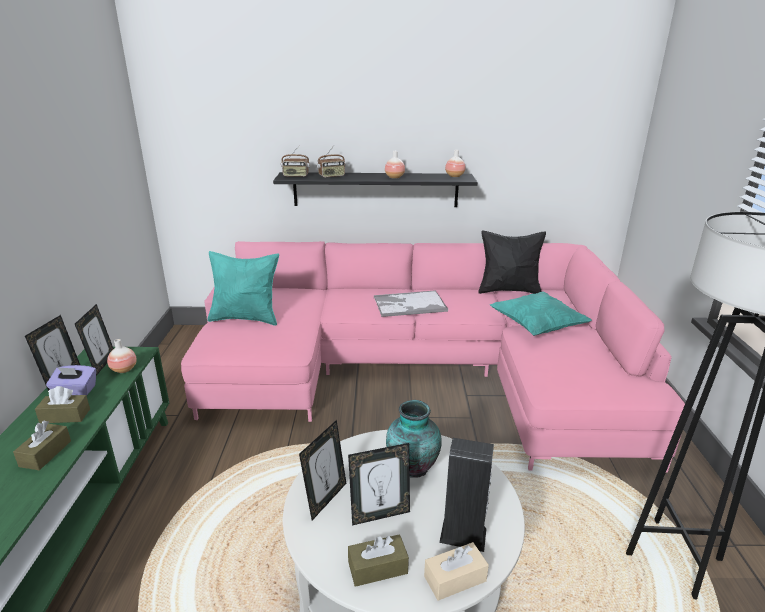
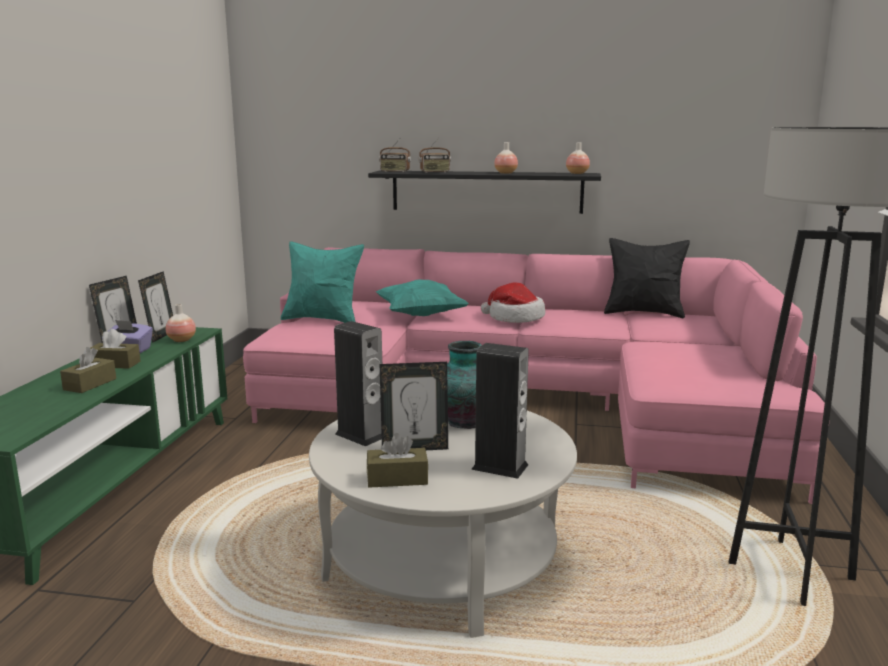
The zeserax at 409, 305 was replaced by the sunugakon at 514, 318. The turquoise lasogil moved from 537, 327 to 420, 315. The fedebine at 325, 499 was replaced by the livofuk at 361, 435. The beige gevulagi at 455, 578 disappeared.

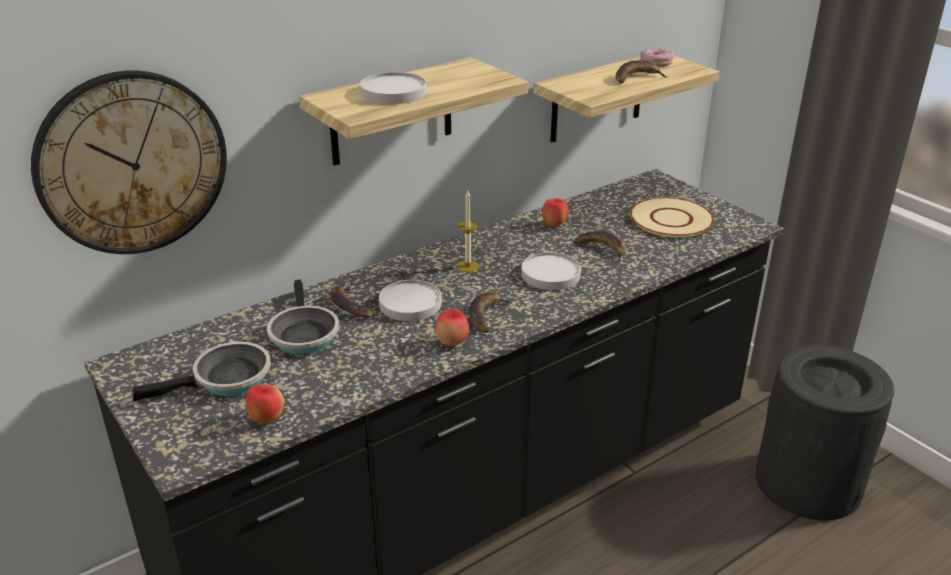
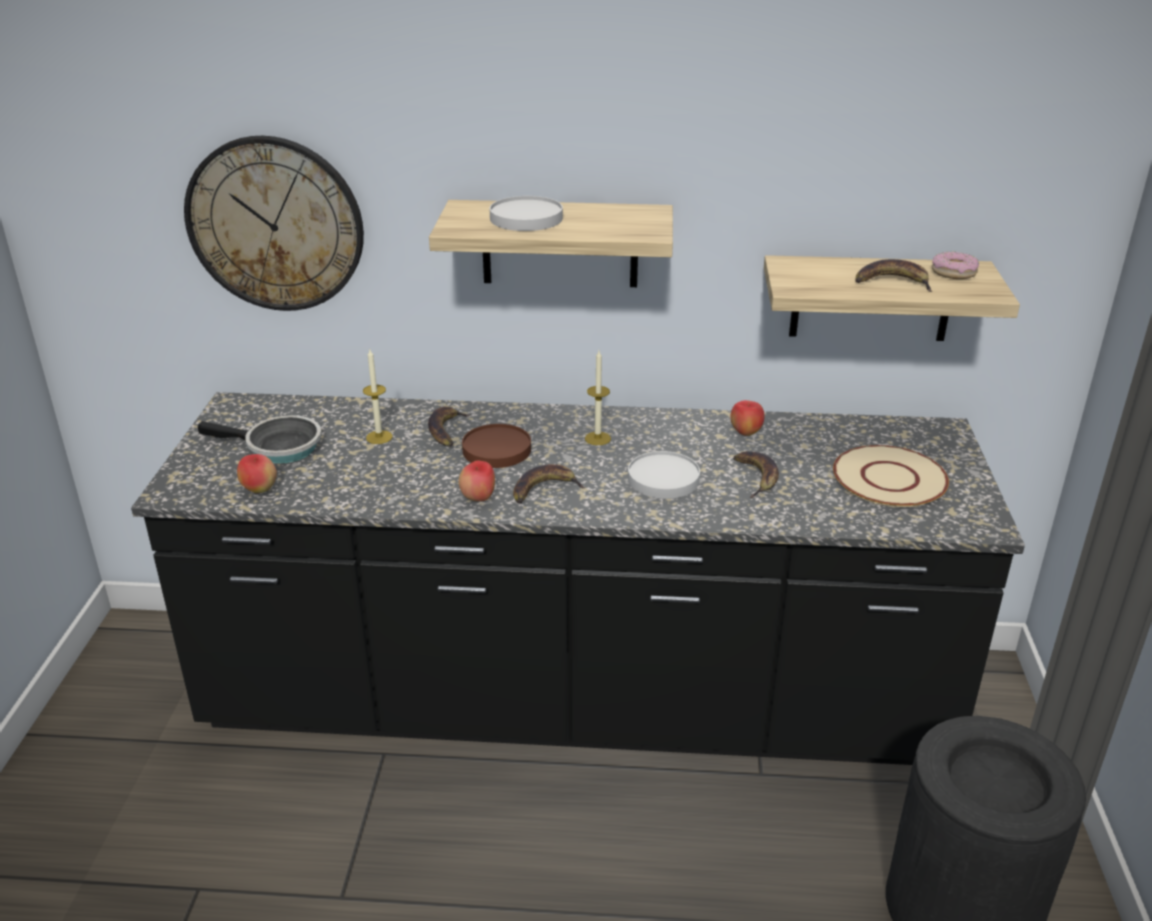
The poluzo at 303, 334 was replaced by the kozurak at 379, 437. The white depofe at 410, 304 became the brown depofe at 496, 450.

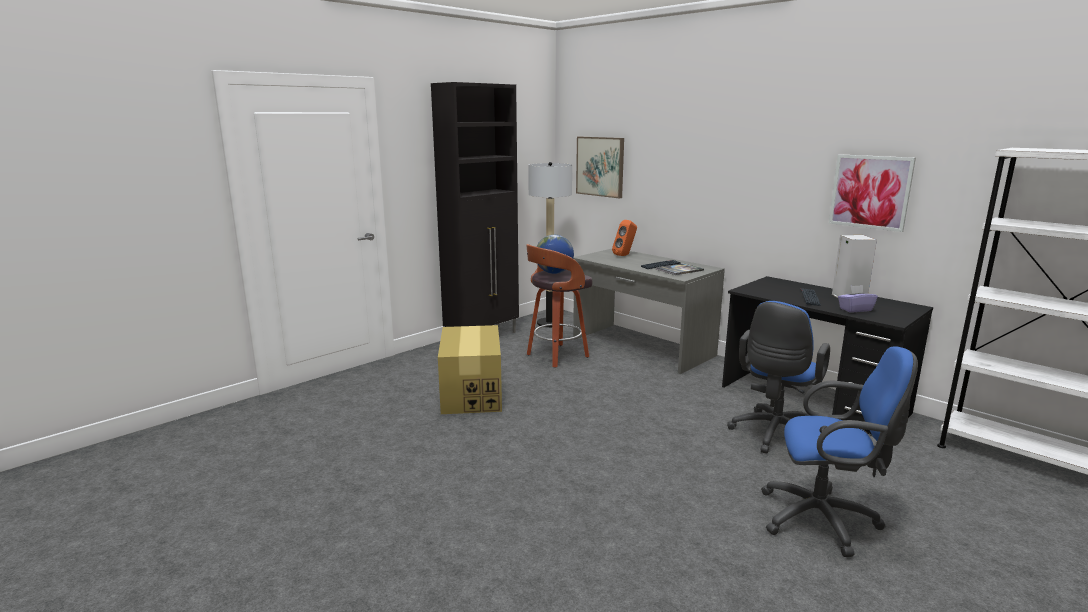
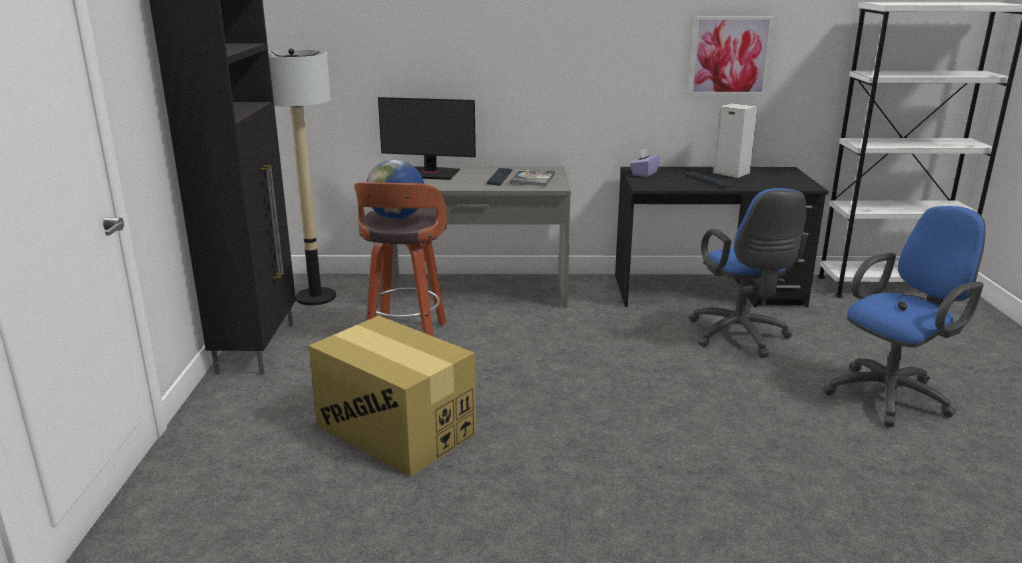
The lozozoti at 600, 166 disappeared. The orange livofuk at 625, 255 was replaced by the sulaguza at 429, 173. The purple gevulagi moved from 855, 309 to 644, 173.

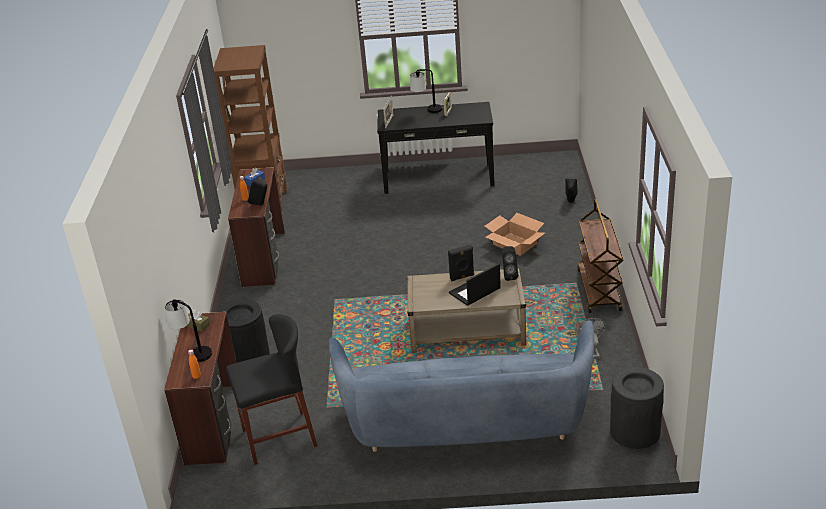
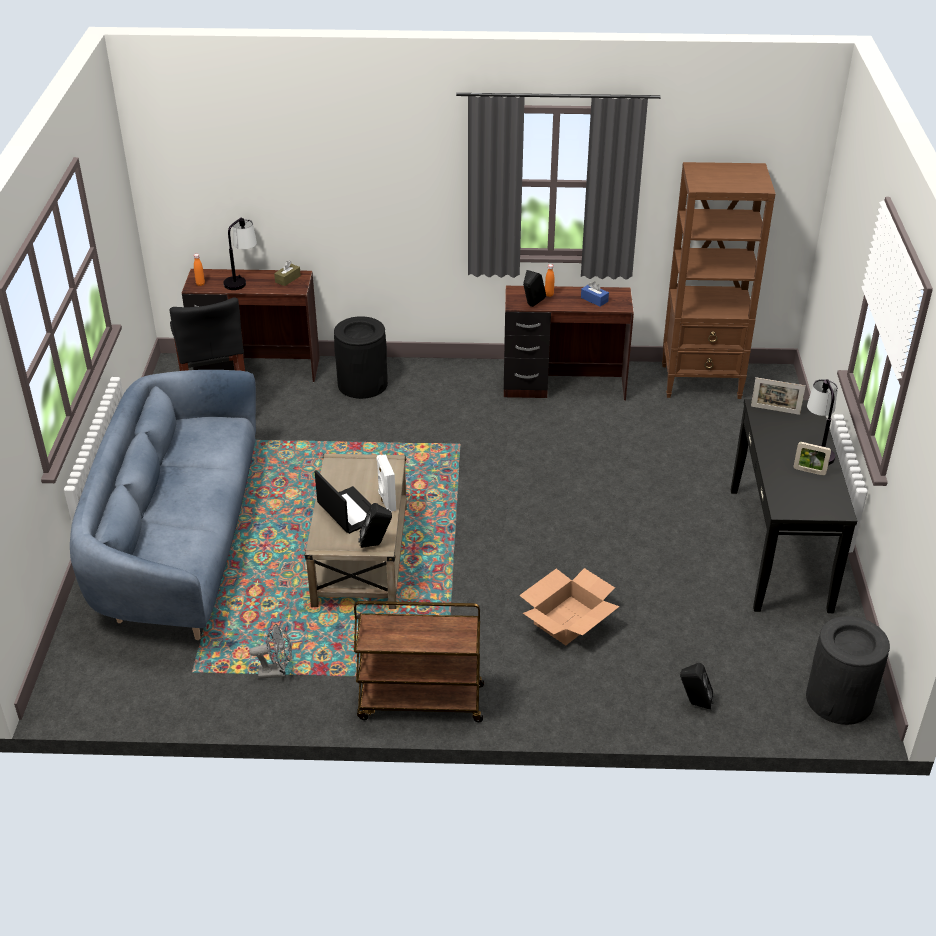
The black livofuk at 462, 277 became the white livofuk at 386, 501. The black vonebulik moved from 635, 431 to 839, 699.

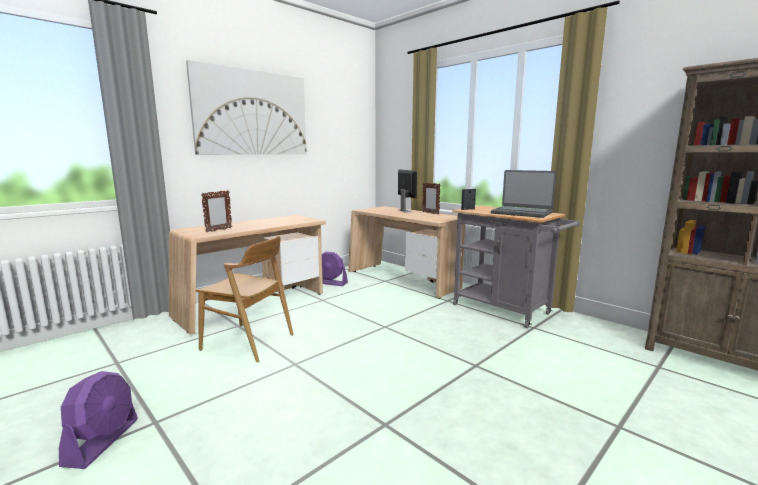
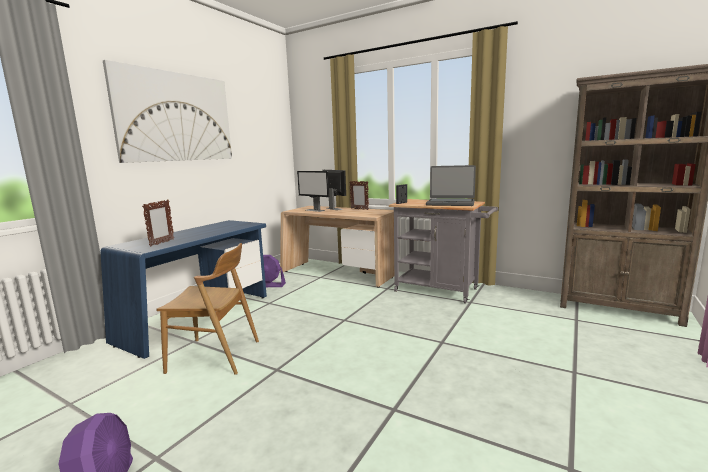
The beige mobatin at 254, 306 became the blue mobatin at 199, 318. The sulaguza at 315, 210 appeared.

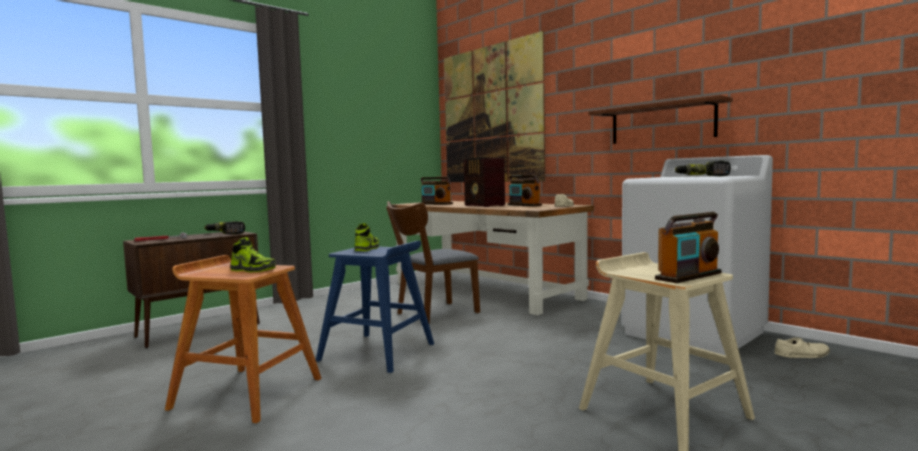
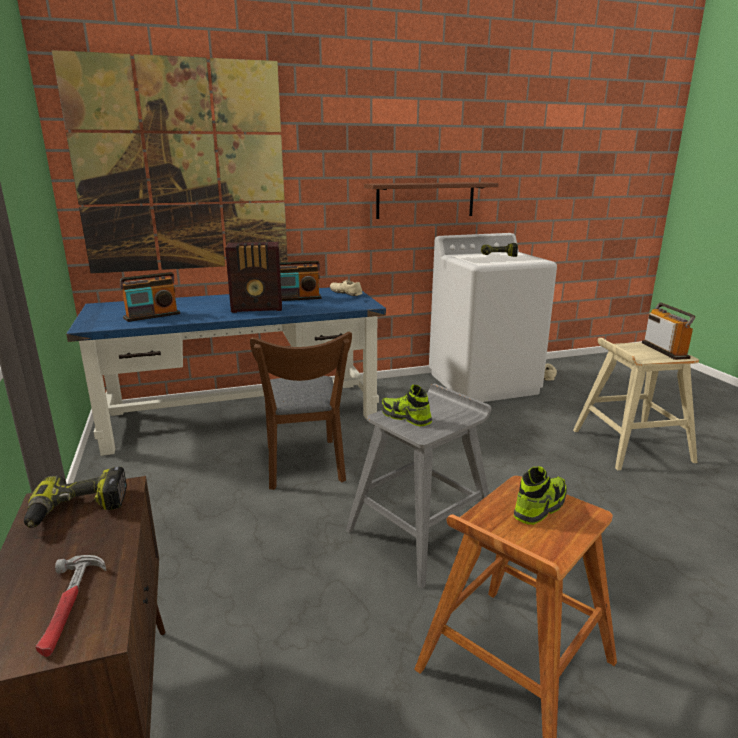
The brown mobatin at 485, 290 became the blue mobatin at 244, 414. The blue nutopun at 378, 352 became the grey nutopun at 422, 533.

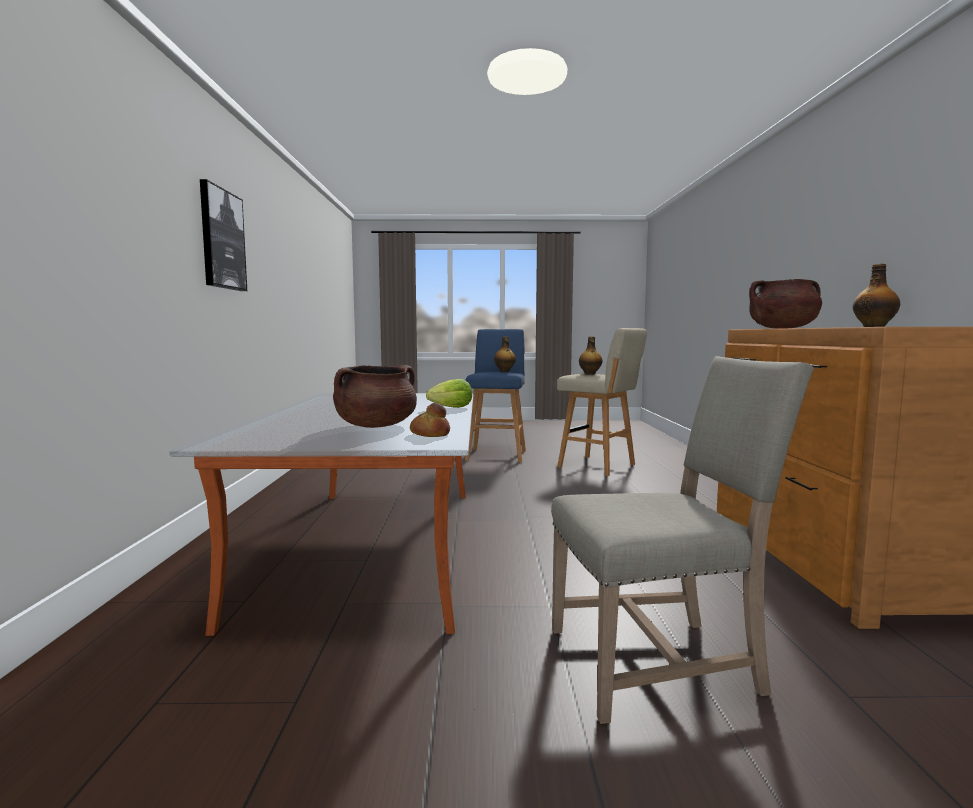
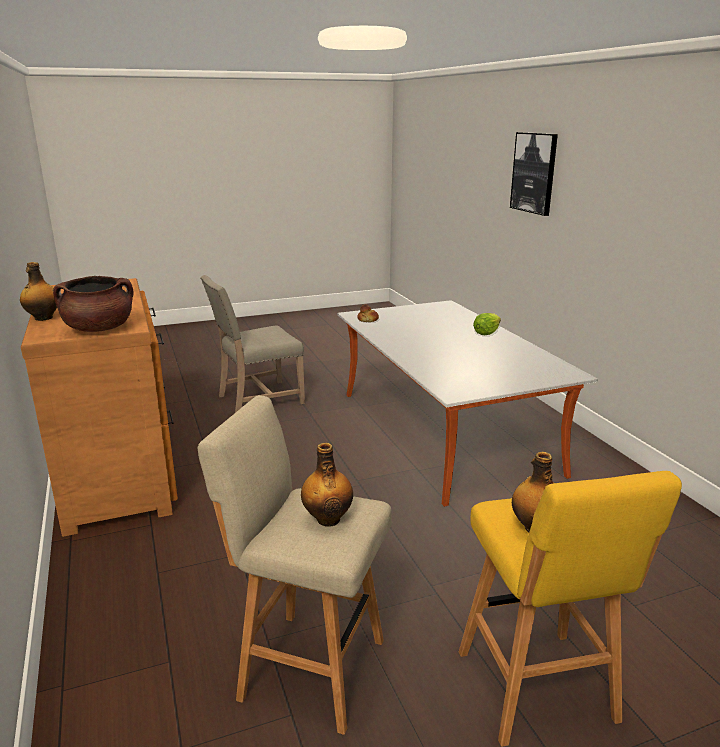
The lozozoti moved from 222, 239 to 534, 173. The blue nutopun at 497, 455 became the yellow nutopun at 538, 690. The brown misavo at 376, 426 disappeared. The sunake moved from 452, 408 to 486, 333.

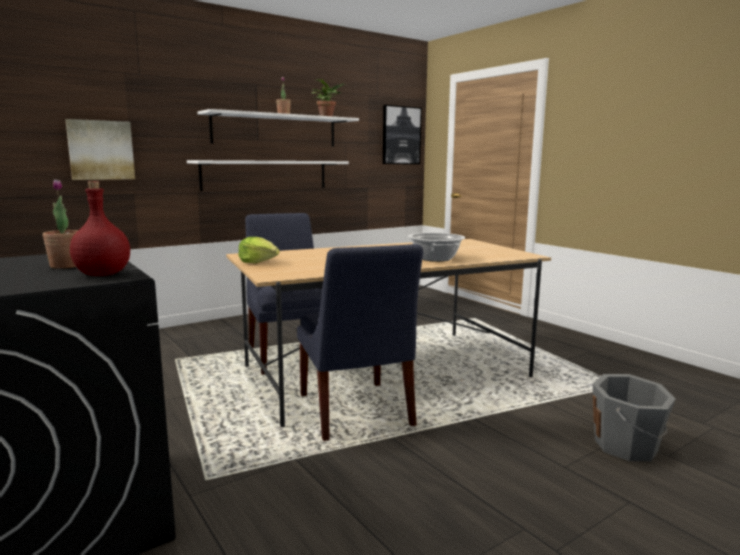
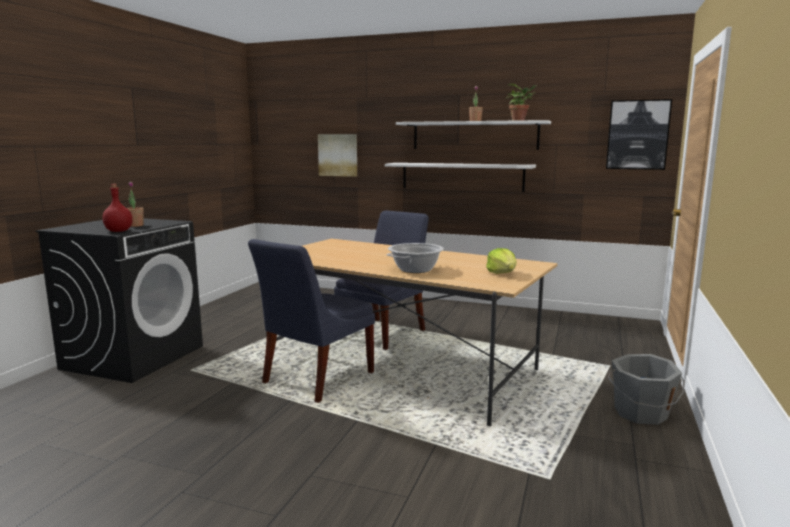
The sunake moved from 258, 262 to 502, 273. The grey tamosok moved from 627, 446 to 641, 413.

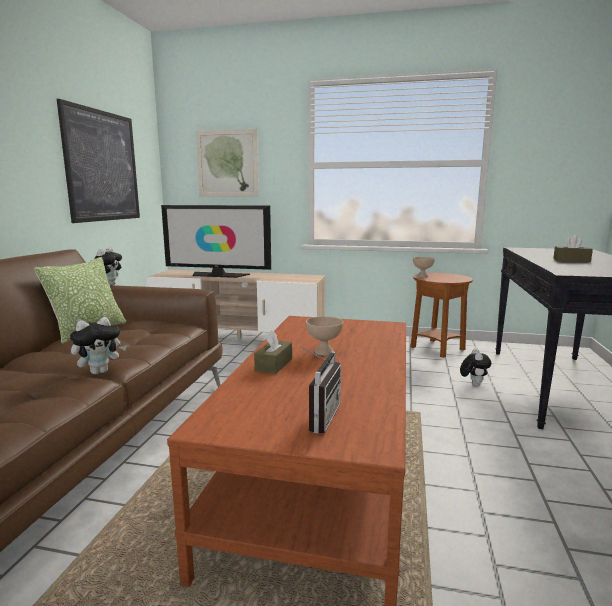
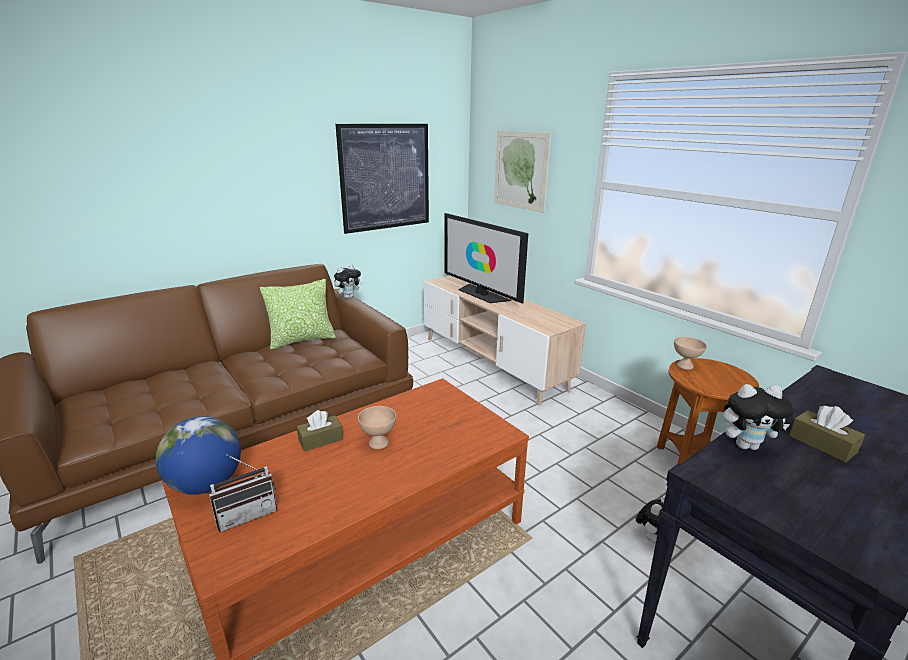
The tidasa moved from 100, 371 to 746, 445. The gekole at 207, 484 appeared.

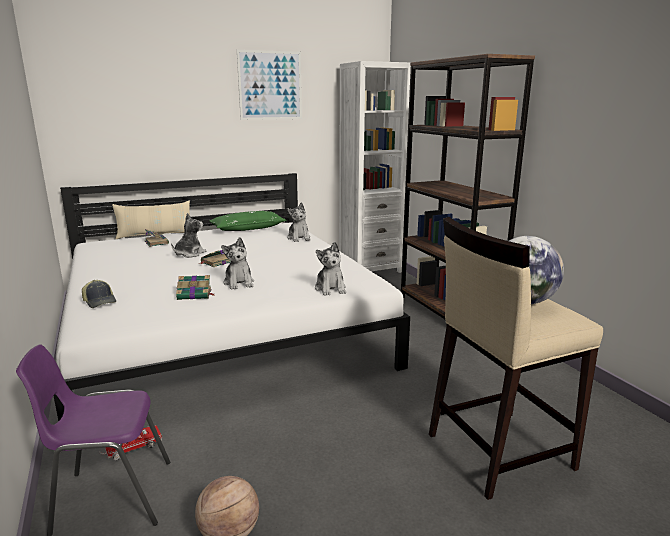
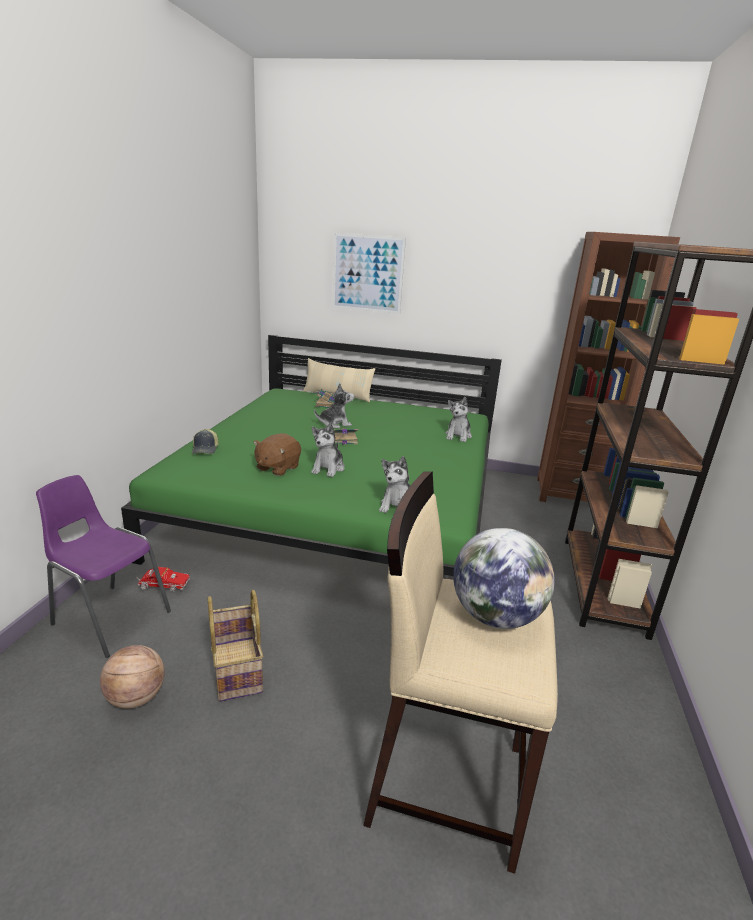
The lozozoti moved from 270, 85 to 367, 273. The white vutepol at 370, 269 became the brown vutepol at 570, 494. The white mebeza at 221, 329 became the green mebeza at 342, 507. The green lasogil at 248, 228 disappeared. The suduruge at 195, 295 was replaced by the brown tidasa at 277, 468. The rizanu at 235, 668 appeared.

